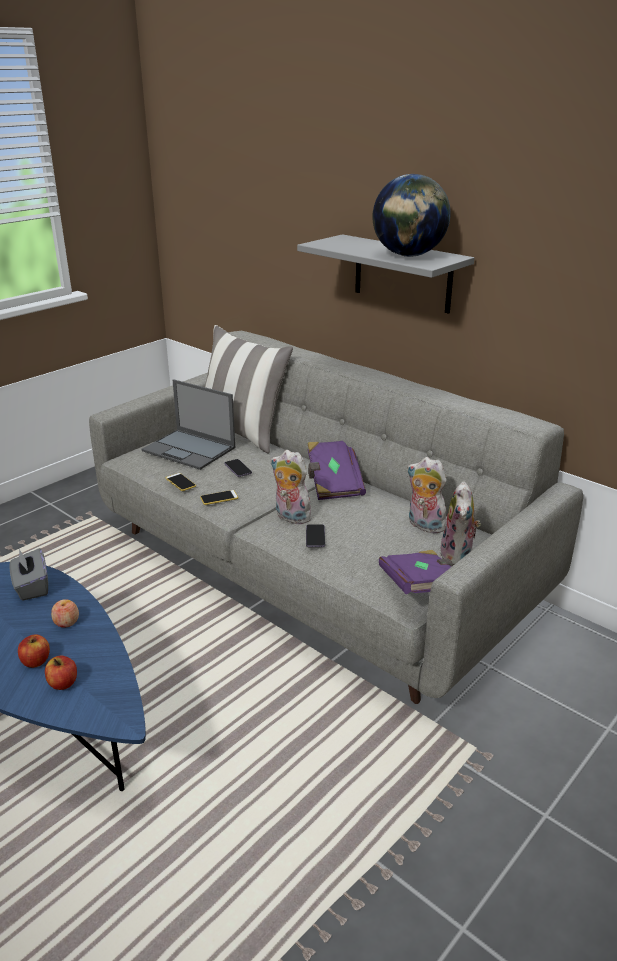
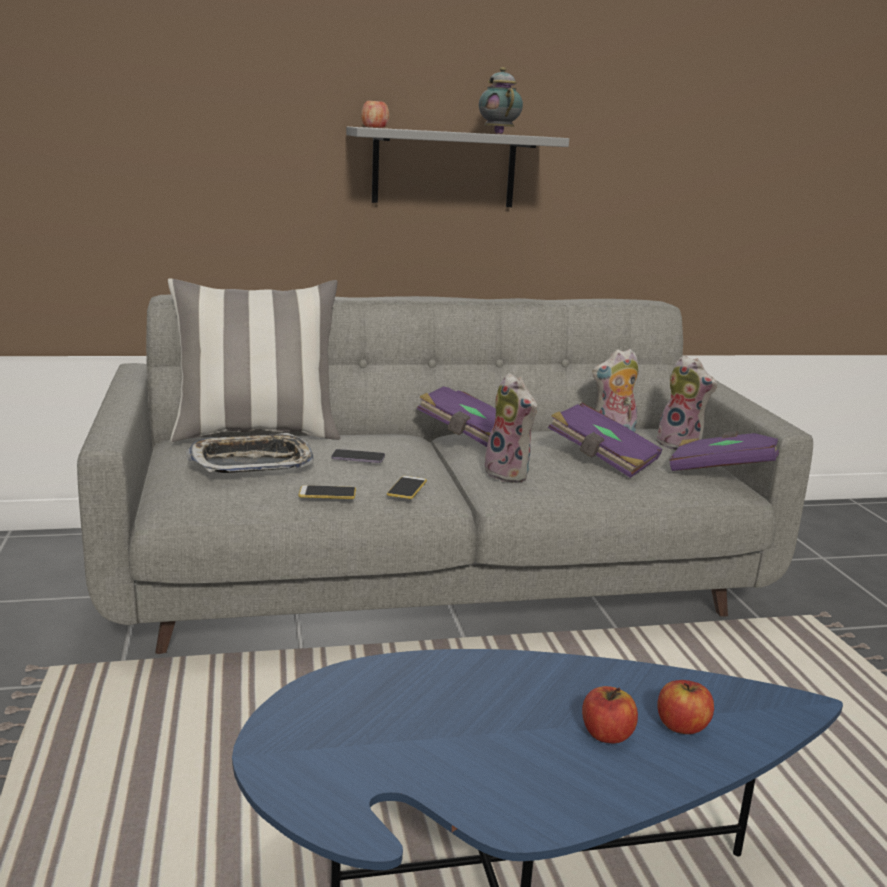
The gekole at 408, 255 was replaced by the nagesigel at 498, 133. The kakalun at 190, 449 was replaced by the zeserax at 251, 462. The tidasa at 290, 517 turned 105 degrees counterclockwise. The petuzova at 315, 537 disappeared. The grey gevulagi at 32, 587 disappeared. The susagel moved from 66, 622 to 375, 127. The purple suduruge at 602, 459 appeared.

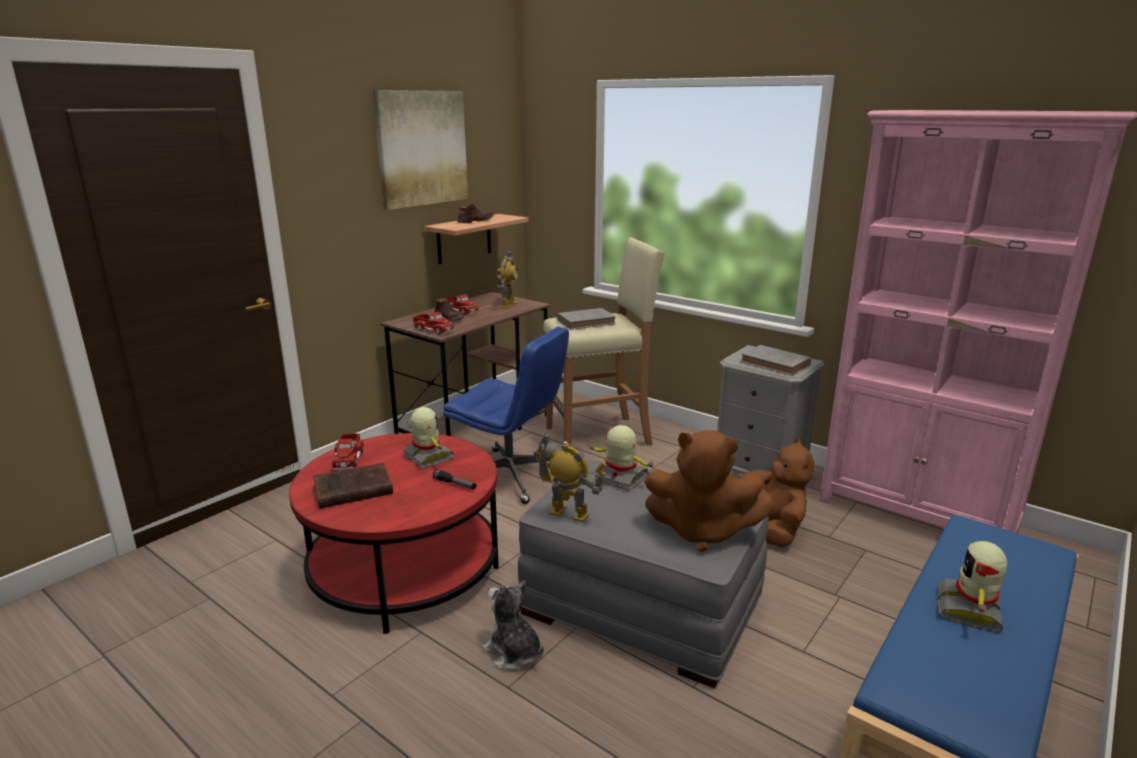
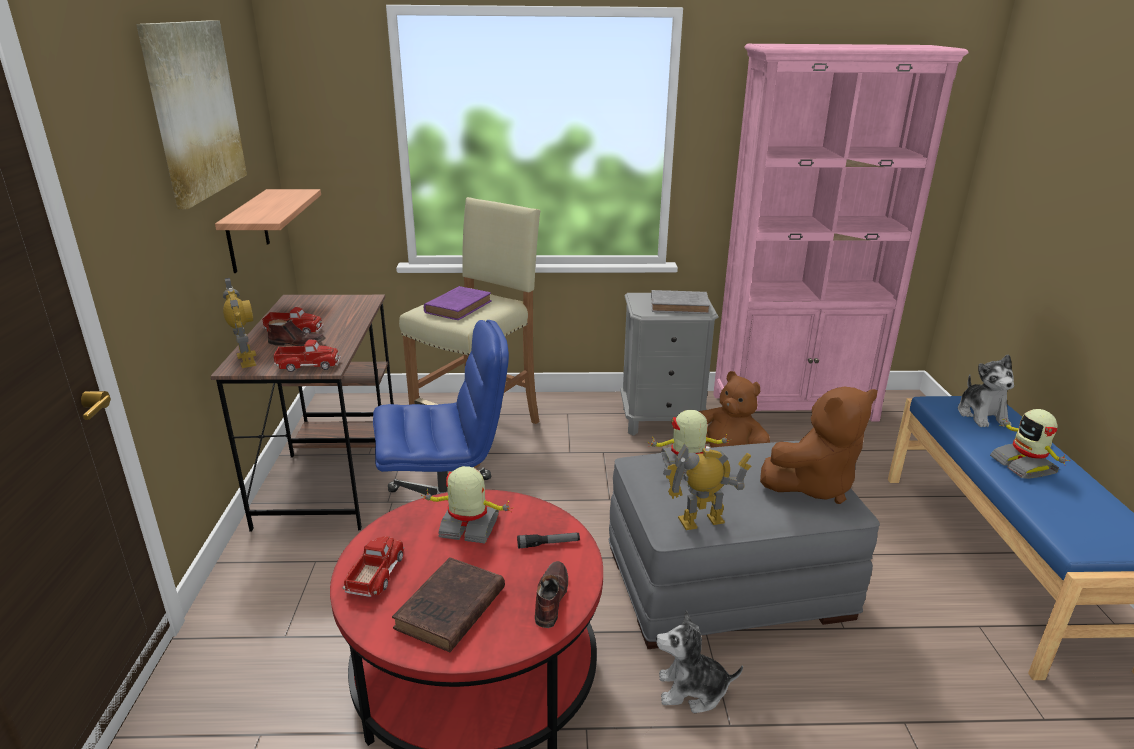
The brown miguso moved from 475, 221 to 550, 598. The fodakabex moved from 508, 305 to 247, 360. The grey suduruge at 587, 322 became the purple suduruge at 459, 306. The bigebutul at 348, 459 turned 120 degrees counterclockwise. The tidasa at 982, 415 appeared.

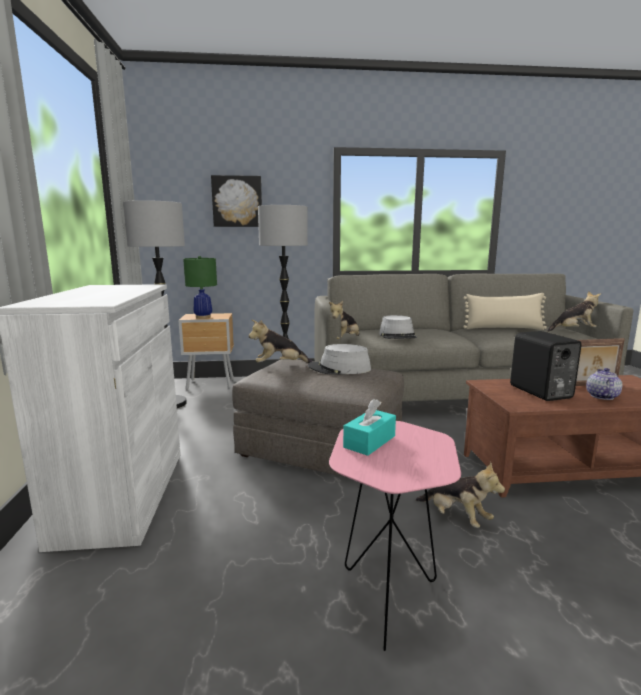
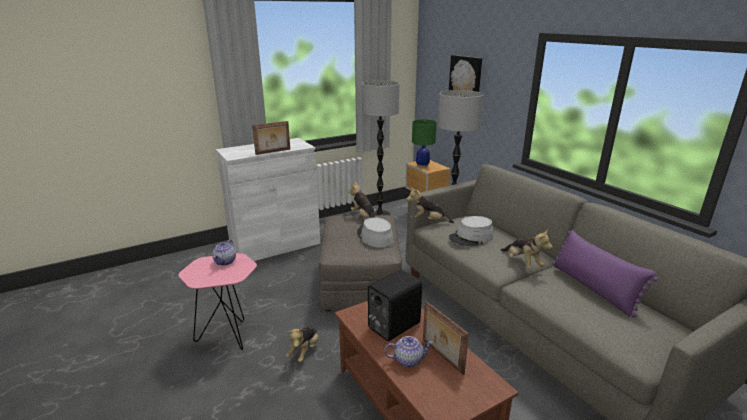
The tidasa moved from 573, 331 to 522, 263. The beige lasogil at 503, 328 became the purple lasogil at 593, 288. The turquoise gevulagi at 369, 441 was replaced by the nagesigel at 225, 262. The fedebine at 273, 152 appeared.

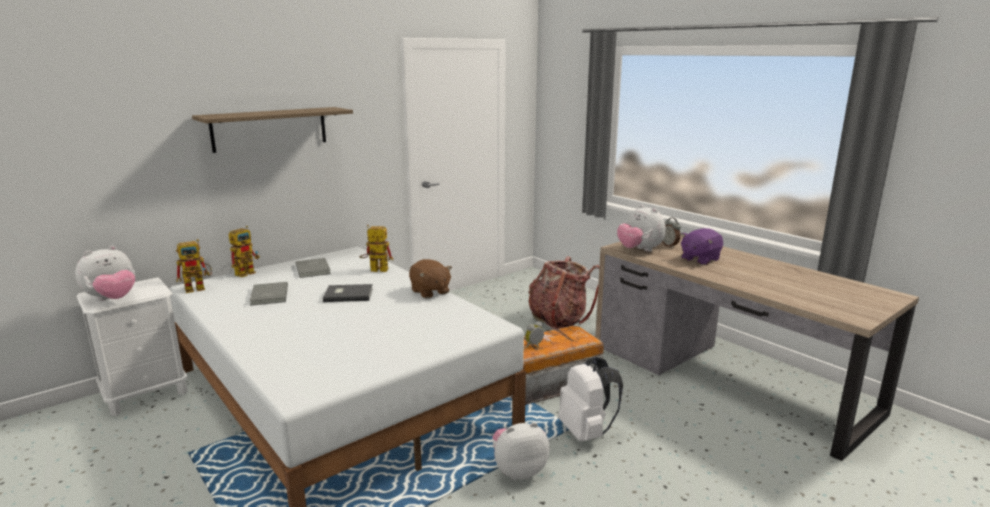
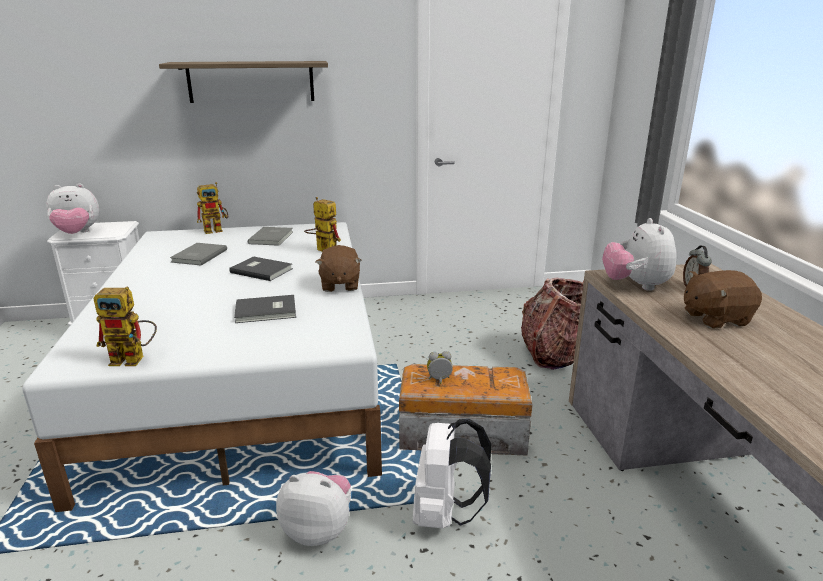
The purple tidasa at 699, 259 became the brown tidasa at 715, 318. The fodakabex moved from 199, 288 to 135, 359. The grey suduruge at 267, 311 appeared.

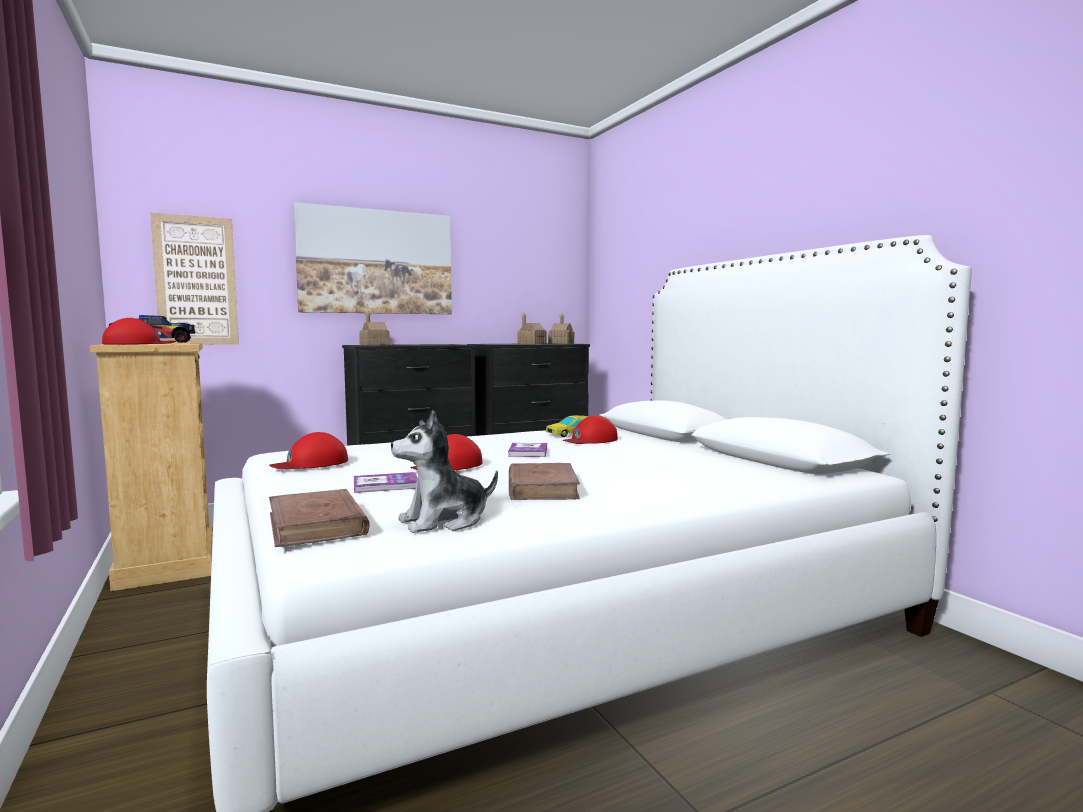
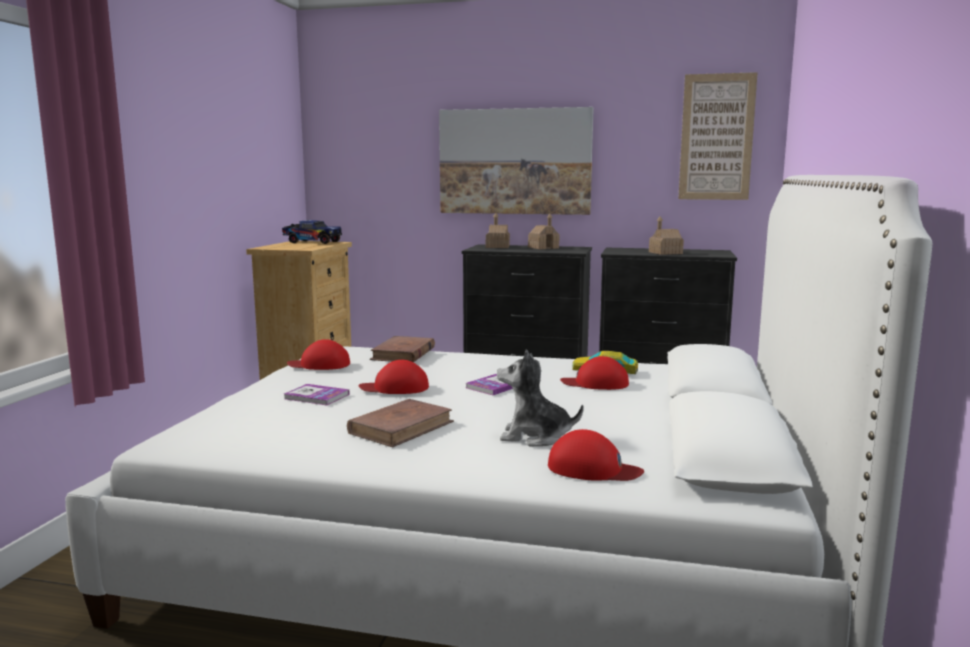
The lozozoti moved from 196, 281 to 716, 137. The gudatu moved from 561, 343 to 543, 248. The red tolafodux moved from 138, 344 to 593, 469. The tidasa moved from 444, 521 to 535, 437. The brown suduruge moved from 316, 524 to 403, 354.

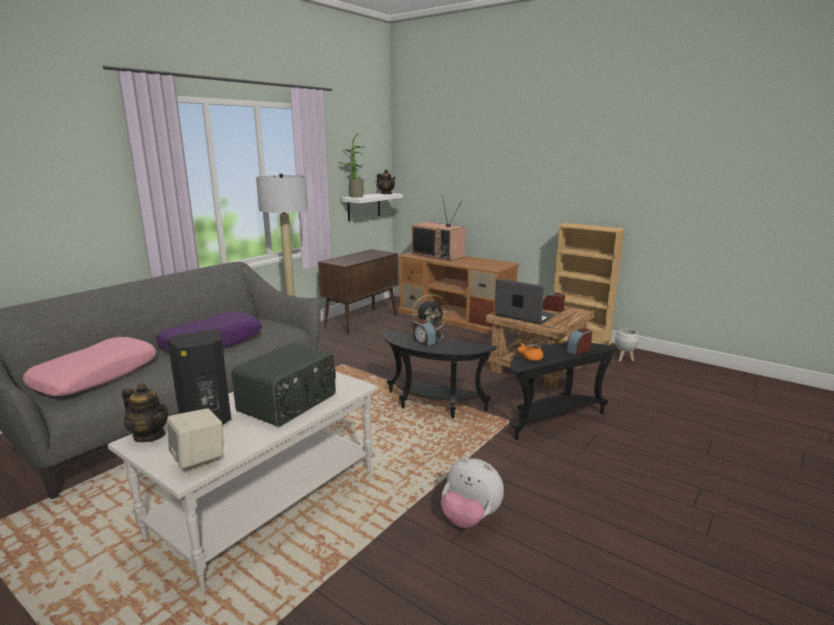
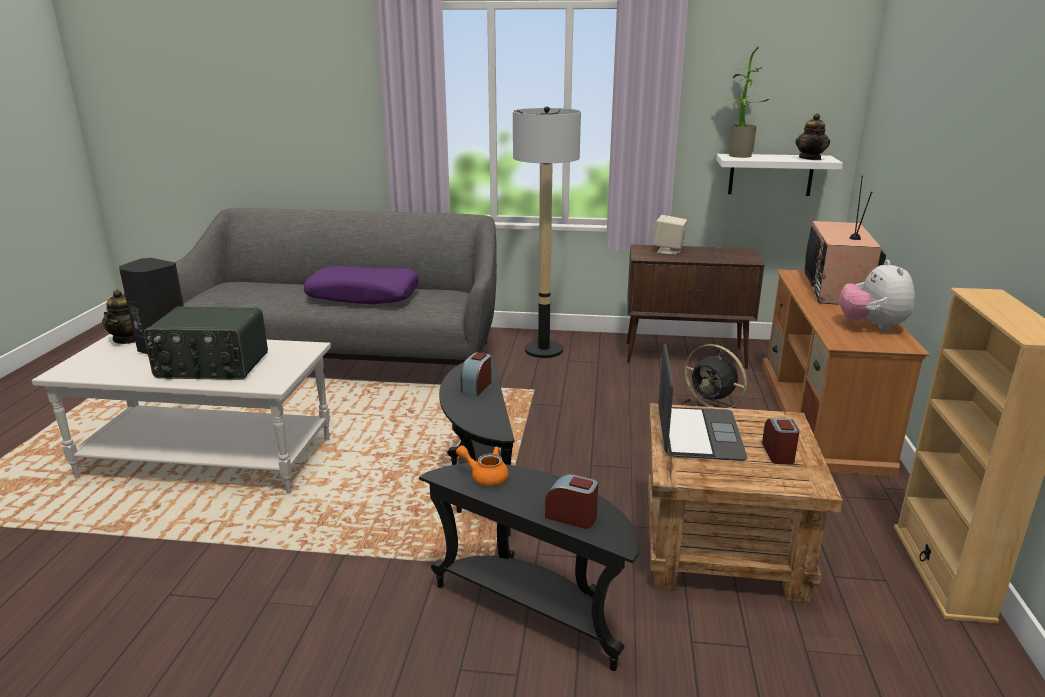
The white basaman at 624, 360 disappeared. The pink lasogil at 96, 376 disappeared. The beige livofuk moved from 199, 462 to 668, 251. The tidasa moved from 470, 518 to 872, 326.

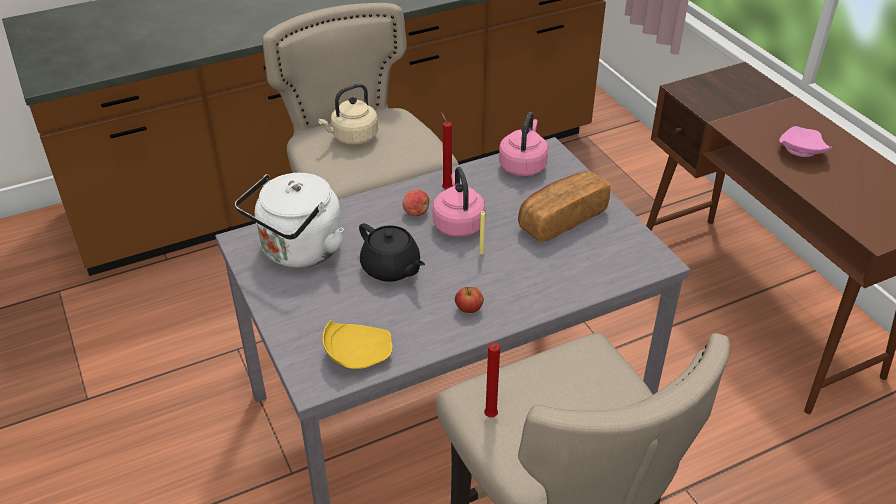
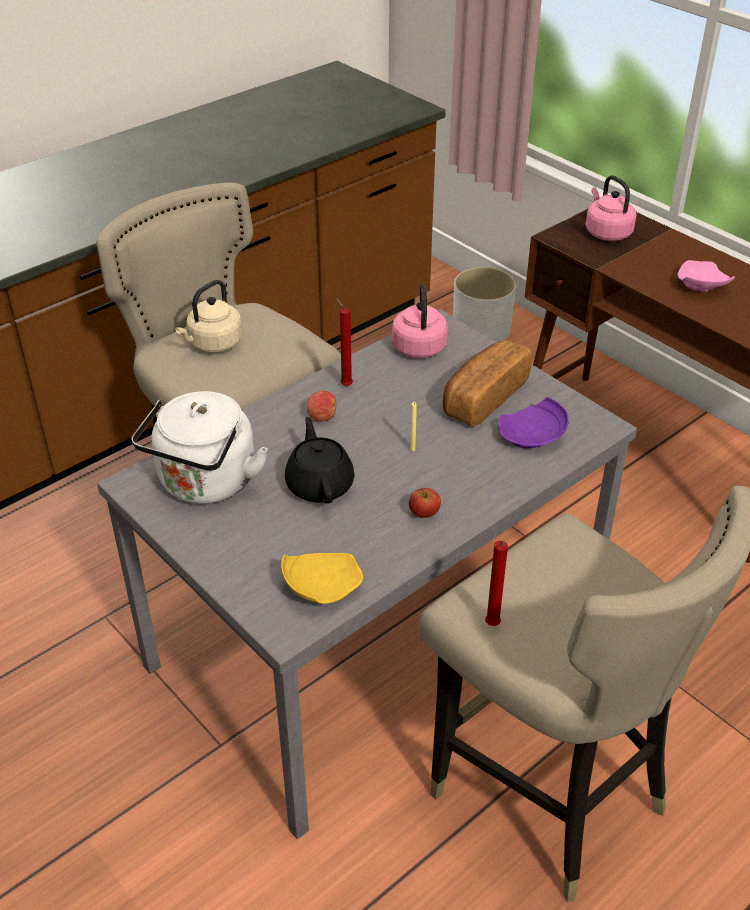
The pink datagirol moved from 458, 223 to 606, 232. The black nagesigel at 391, 268 turned 135 degrees counterclockwise. The white basaman at 481, 329 appeared. The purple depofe at 532, 436 appeared.

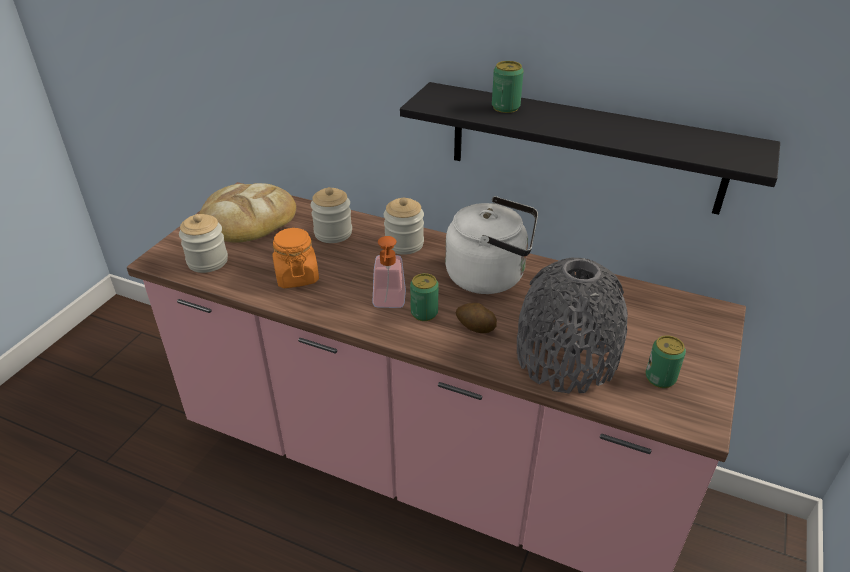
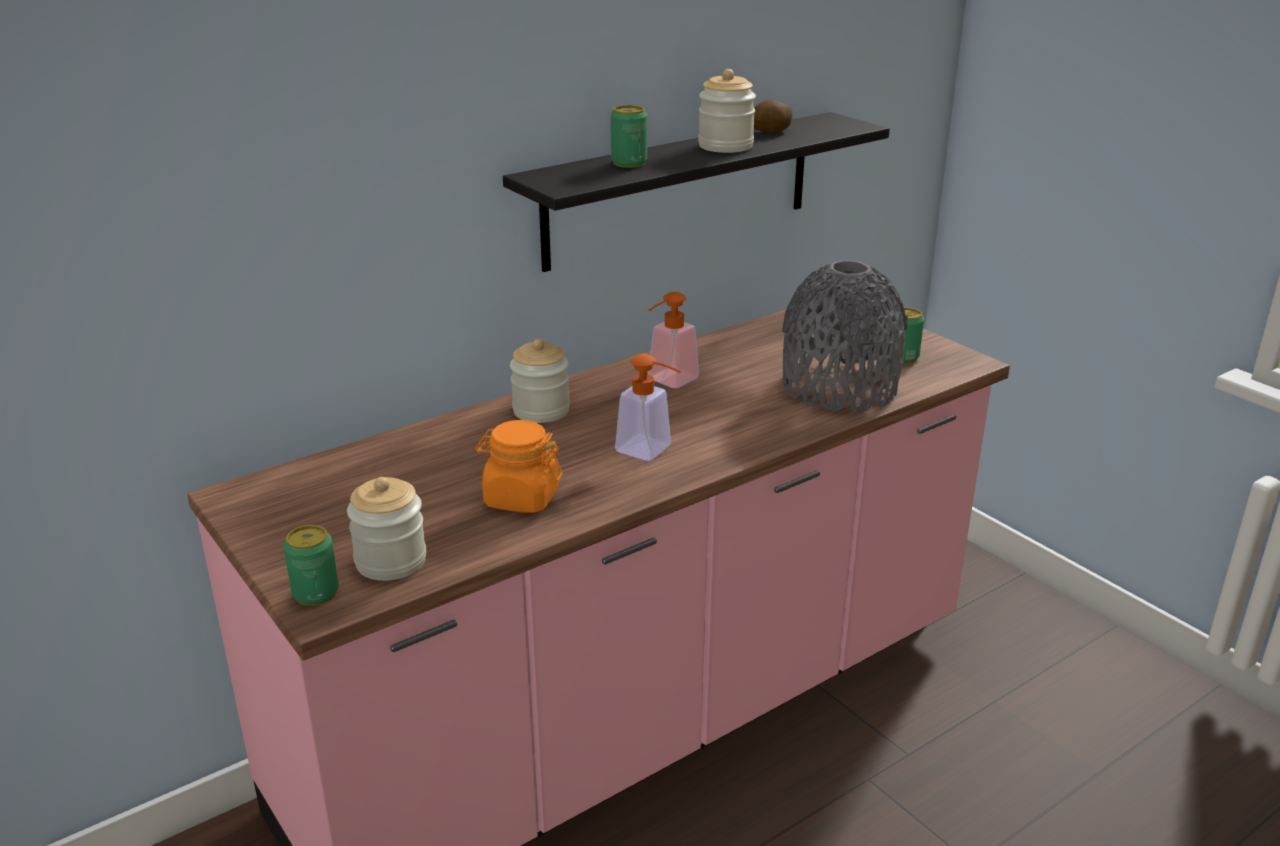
The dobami at 247, 218 disappeared. The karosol moved from 333, 233 to 725, 146. The white datagirol at 490, 276 was replaced by the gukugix at 667, 382. The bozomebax moved from 424, 313 to 315, 593. The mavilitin moved from 475, 327 to 769, 132.

